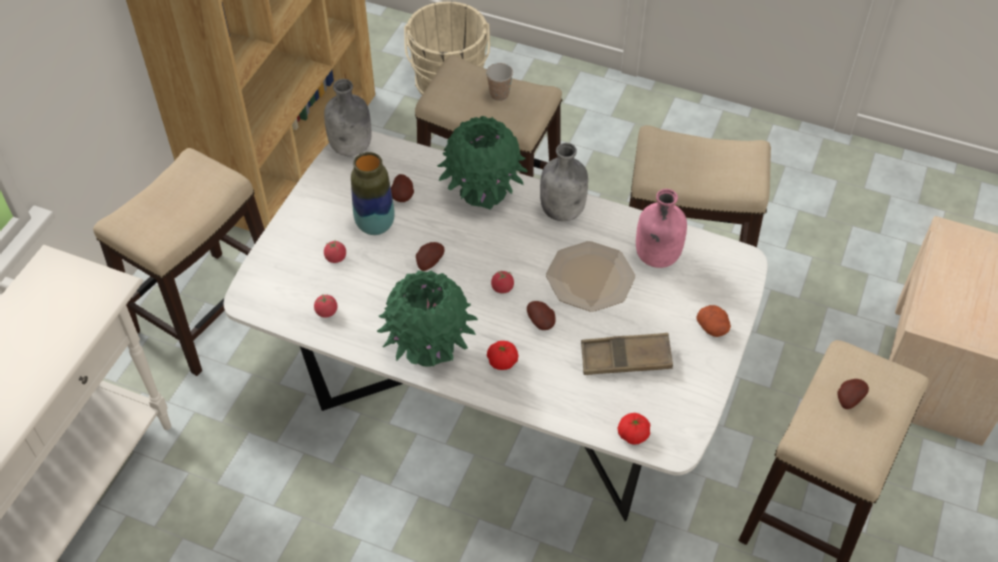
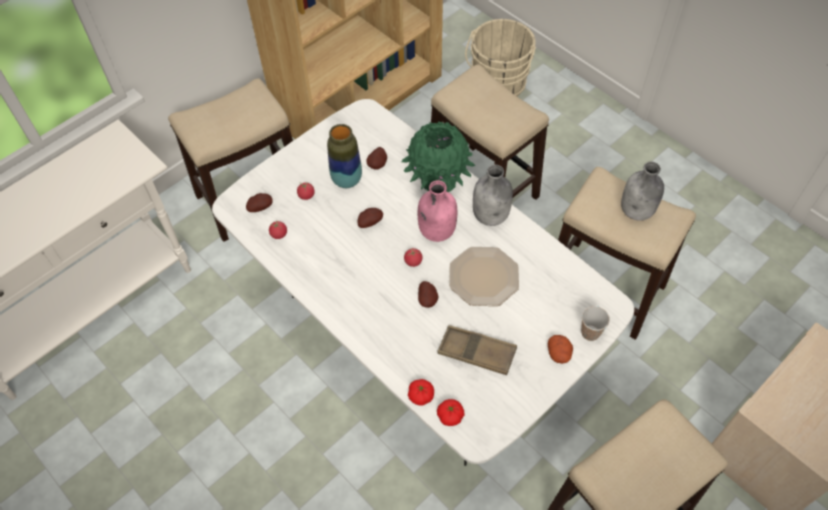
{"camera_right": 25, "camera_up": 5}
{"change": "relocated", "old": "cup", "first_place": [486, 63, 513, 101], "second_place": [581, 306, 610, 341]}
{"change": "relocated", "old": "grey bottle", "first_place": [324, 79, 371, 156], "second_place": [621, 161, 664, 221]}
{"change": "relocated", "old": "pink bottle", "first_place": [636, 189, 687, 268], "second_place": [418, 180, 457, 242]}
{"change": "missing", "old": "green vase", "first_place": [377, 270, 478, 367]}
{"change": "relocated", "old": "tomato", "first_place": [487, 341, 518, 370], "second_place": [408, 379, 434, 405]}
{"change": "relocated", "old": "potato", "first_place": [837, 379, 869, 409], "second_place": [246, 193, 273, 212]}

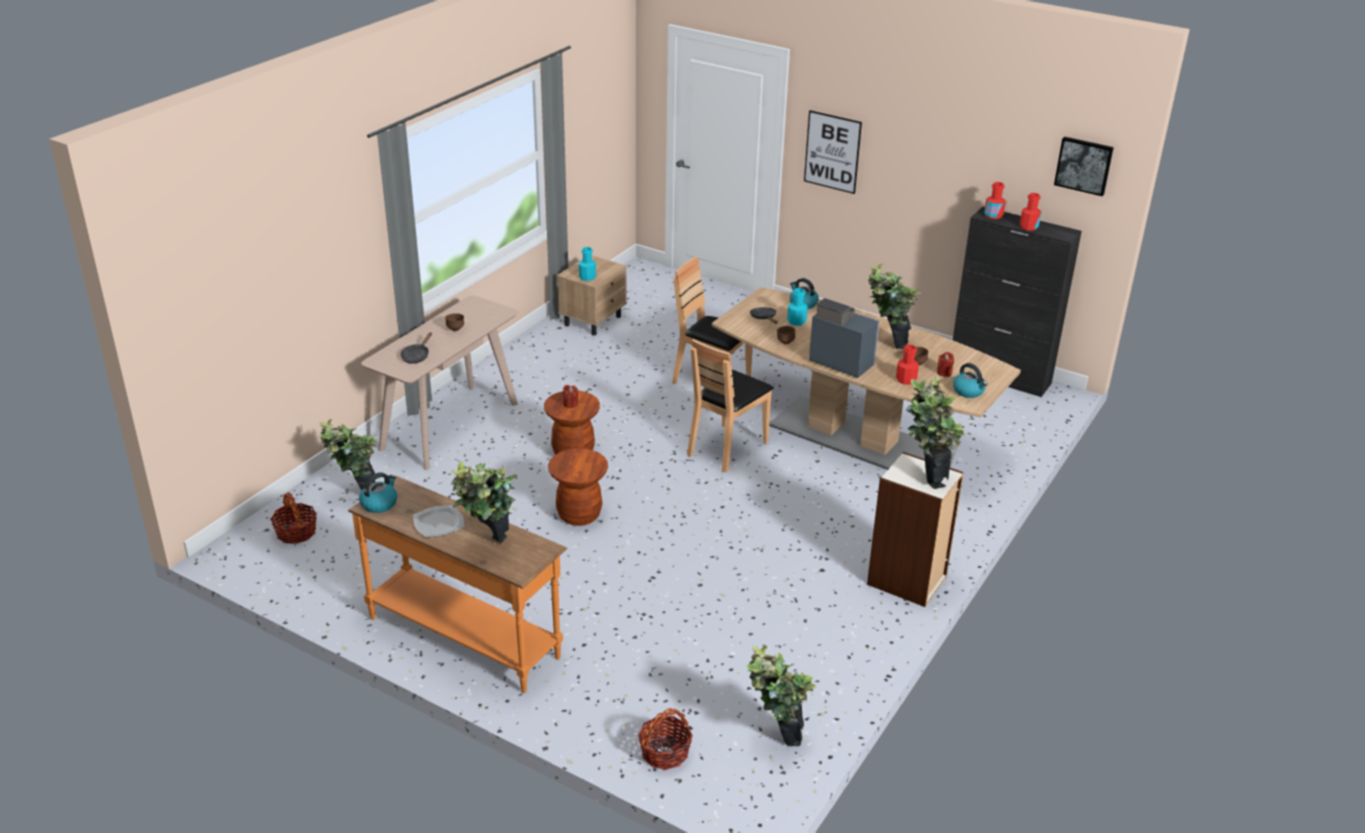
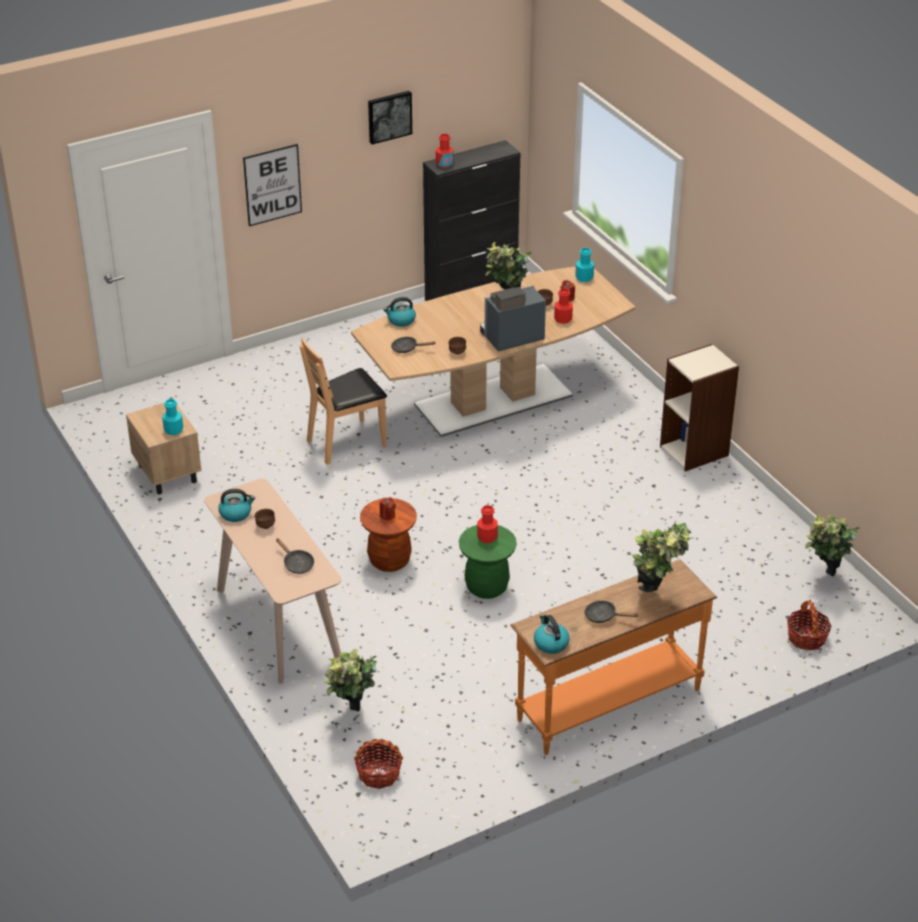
{"camera_right": -60, "camera_up": 5}
{"change": "relocated", "old": "picture", "first_place": [1054, 137, 1114, 196], "second_place": [368, 91, 412, 144]}
{"change": "relocated", "old": "red bottle", "first_place": [1020, 193, 1041, 231], "second_place": [477, 505, 498, 543]}
{"change": "relocated", "old": "turquoise bottle", "first_place": [787, 288, 808, 326], "second_place": [575, 248, 594, 282]}
{"change": "missing", "old": "brown chair", "first_place": [687, 339, 774, 472]}
{"change": "relocated", "old": "kettle", "first_place": [953, 363, 988, 398], "second_place": [218, 489, 255, 522]}
{"change": "missing", "old": "potted plant", "first_place": [906, 376, 965, 489]}
{"change": "colour", "old": "brown stool", "new": "green stool", "first_place": [548, 448, 608, 526], "second_place": [459, 525, 517, 599]}
{"change": "exchanged", "old": "plate", "new": "black frying pan", "first_place": [413, 505, 464, 537], "second_place": [584, 600, 639, 623]}

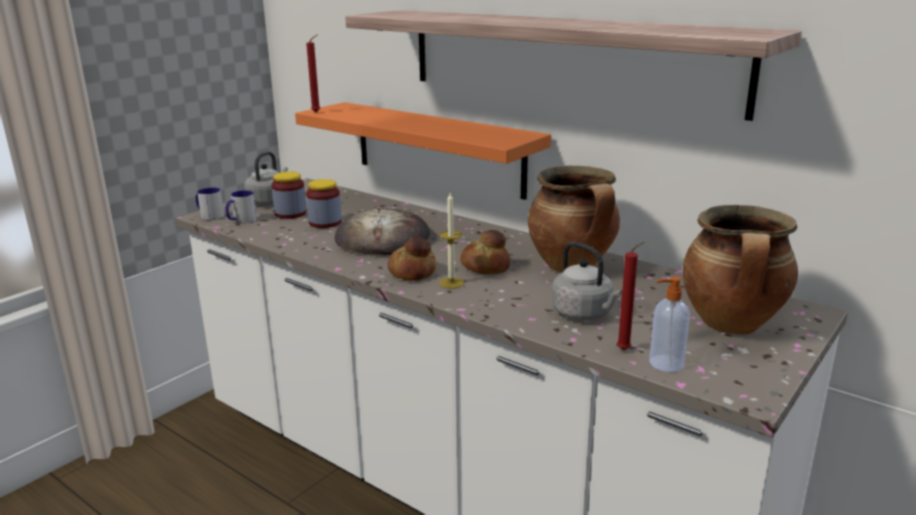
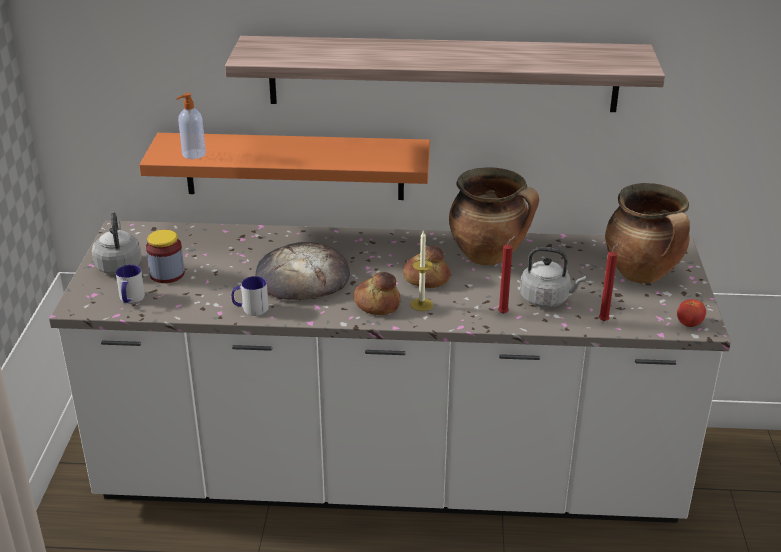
{"camera_right": -35, "camera_up": 10}
{"change": "relocated", "old": "red candle", "first_place": [306, 35, 320, 112], "second_place": [498, 236, 516, 314]}
{"change": "missing", "old": "jar", "first_place": [306, 179, 342, 228]}
{"change": "relocated", "old": "mug", "first_place": [196, 187, 224, 220], "second_place": [231, 276, 269, 316]}
{"change": "relocated", "old": "soap dispenser", "first_place": [649, 277, 690, 372], "second_place": [176, 93, 206, 159]}
{"change": "appeared", "new": "tomato", "second_place": [677, 299, 706, 327]}

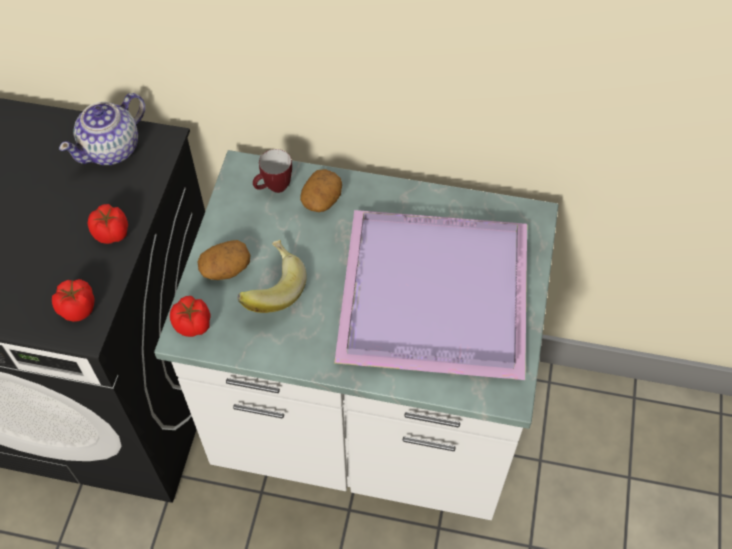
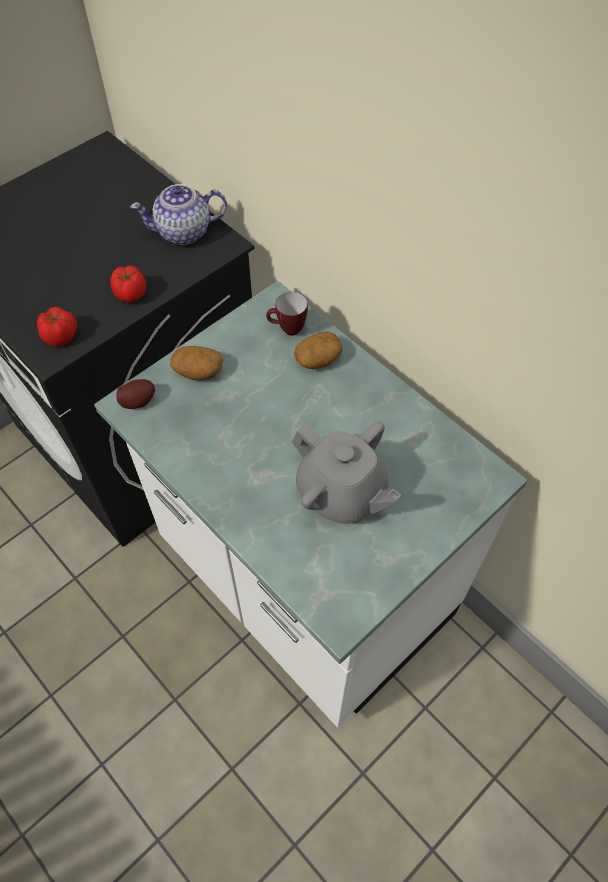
{"camera_right": 35, "camera_up": 0}
{"change": "exchanged", "old": "purple tray", "new": "grey teapot", "first_place": [334, 210, 527, 380], "second_place": [292, 422, 401, 524]}
{"change": "missing", "old": "banana", "first_place": [237, 240, 307, 313]}
{"change": "exchanged", "old": "tomato", "new": "potato", "first_place": [170, 296, 211, 337], "second_place": [116, 379, 155, 409]}

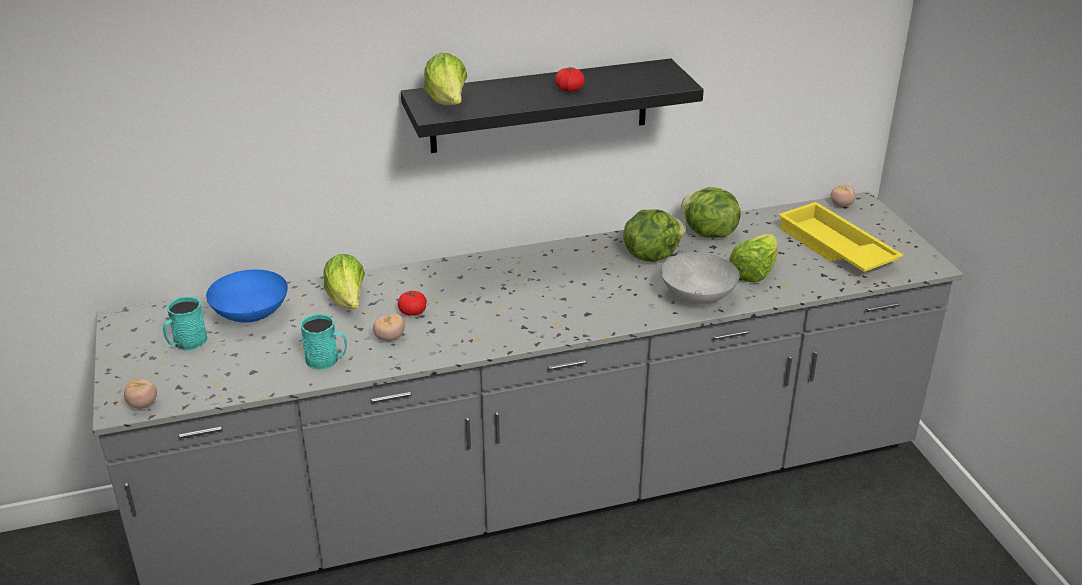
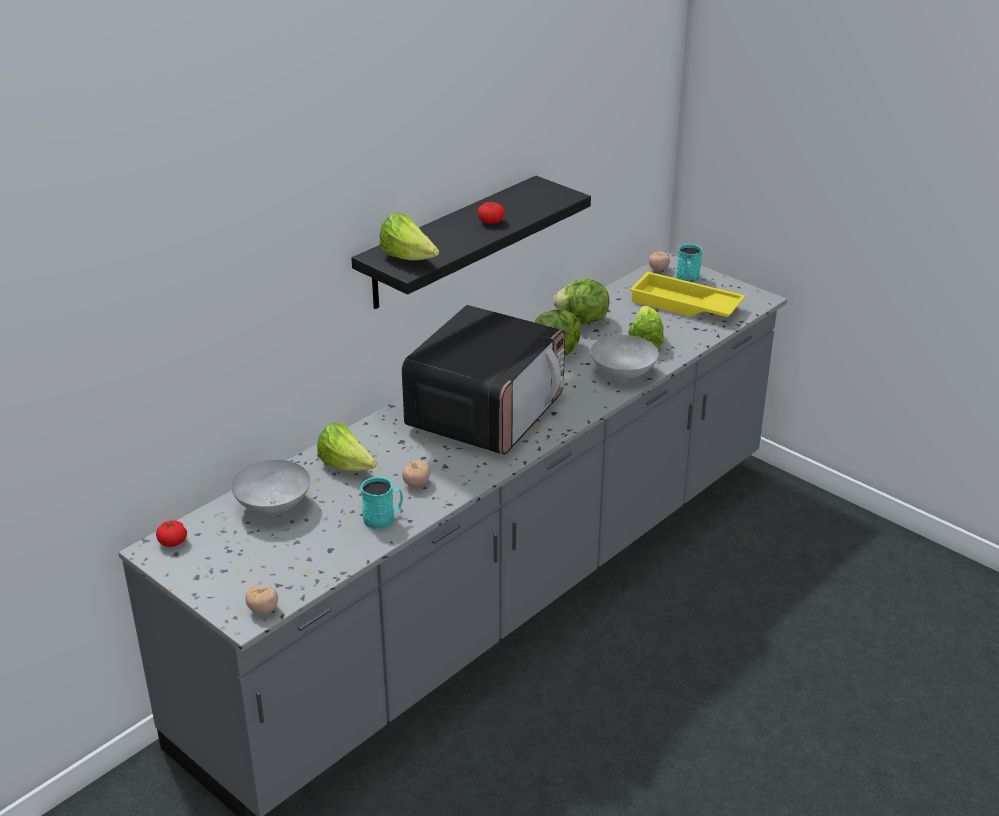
{"camera_right": -30, "camera_up": 0}
{"change": "colour", "old": "blue bowl", "new": "grey bowl", "first_place": [206, 269, 288, 323], "second_place": [231, 460, 310, 514]}
{"change": "relocated", "old": "tomato", "first_place": [398, 291, 427, 316], "second_place": [156, 520, 187, 547]}
{"change": "relocated", "old": "turquoise mug", "first_place": [163, 297, 207, 351], "second_place": [676, 244, 702, 283]}
{"change": "appeared", "new": "microwave", "second_place": [402, 305, 565, 455]}

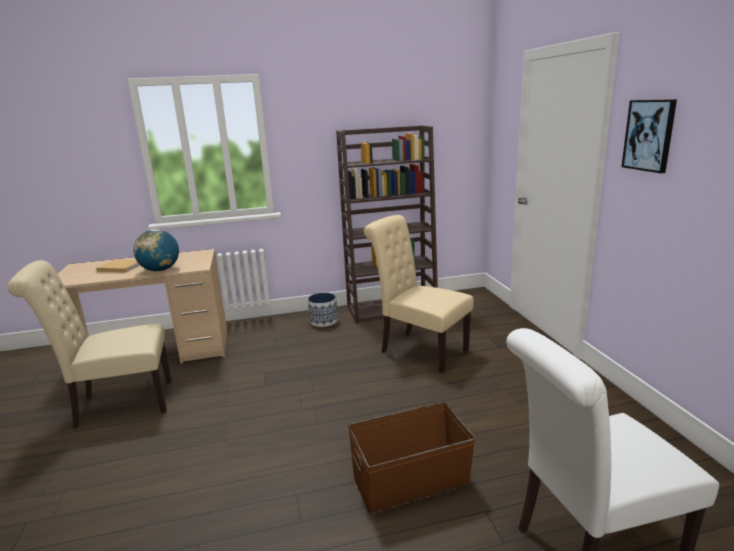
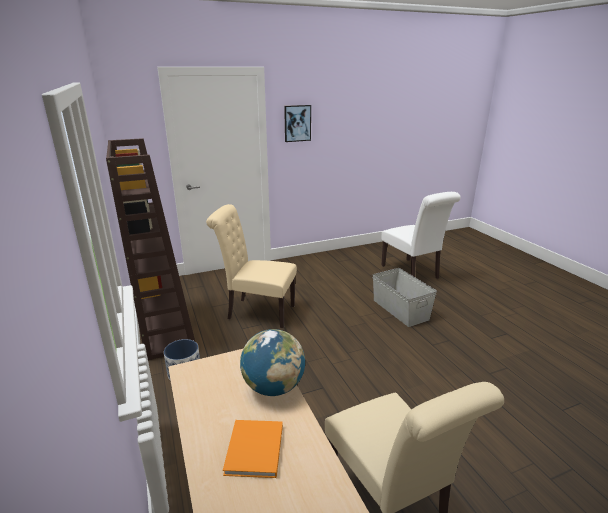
{"camera_right": -100, "camera_up": 5}
{"change": "spun", "old": "beige chair", "first_place": [364, 215, 474, 373], "second_place": [206, 204, 297, 328], "degrees": 75}
{"change": "colour", "old": "beige book", "new": "orange book", "first_place": [96, 259, 140, 273], "second_place": [223, 420, 283, 478]}
{"change": "colour", "old": "brown storage box", "new": "grey storage box", "first_place": [348, 402, 475, 513], "second_place": [373, 268, 437, 327]}

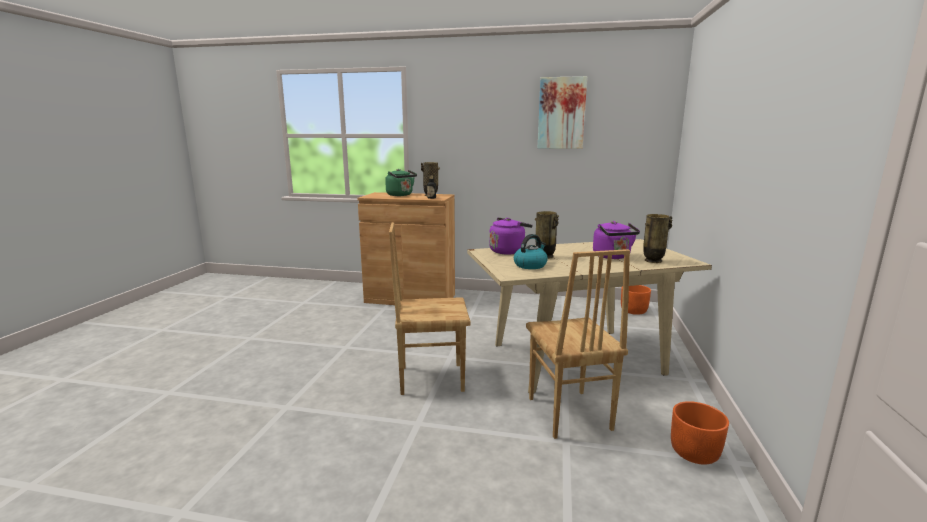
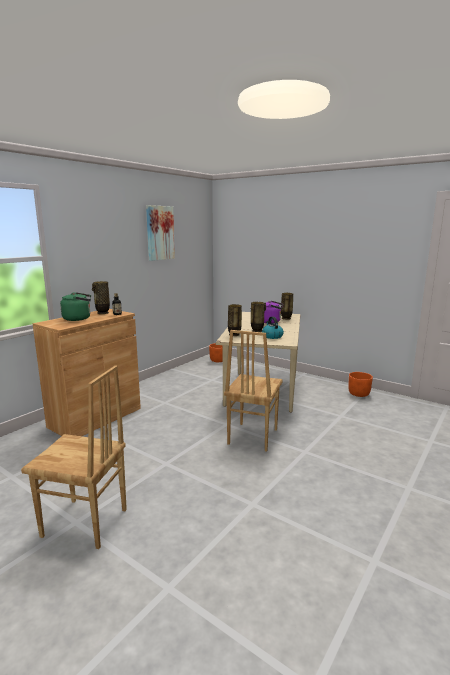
{"camera_right": -65, "camera_up": 0}
{"change": "exchanged", "old": "purple kettle", "new": "vase", "first_place": [489, 218, 533, 255], "second_place": [228, 304, 242, 336]}
{"change": "relocated", "old": "brown chair", "first_place": [526, 249, 630, 439], "second_place": [21, 365, 127, 549]}

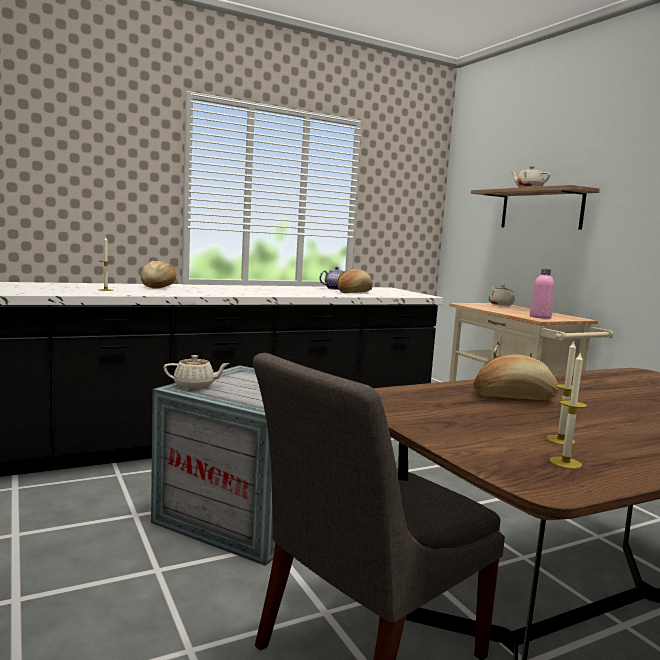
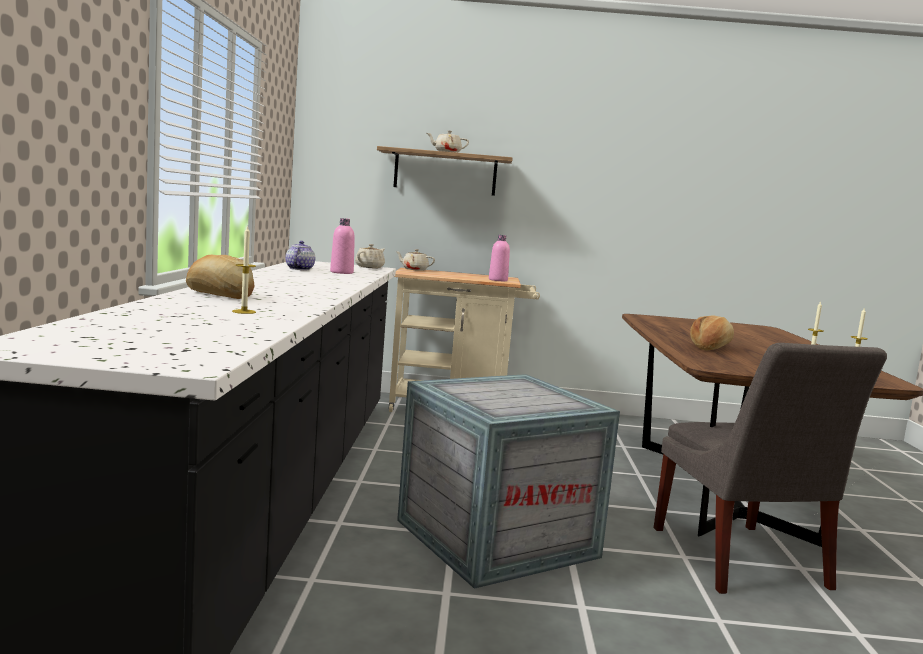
{"camera_right": -60, "camera_up": 0}
{"change": "exchanged", "old": "bread", "new": "pink bottle", "first_place": [338, 269, 373, 293], "second_place": [330, 218, 355, 274]}
{"change": "relocated", "old": "beige teapot", "first_place": [163, 355, 230, 389], "second_place": [355, 244, 385, 268]}

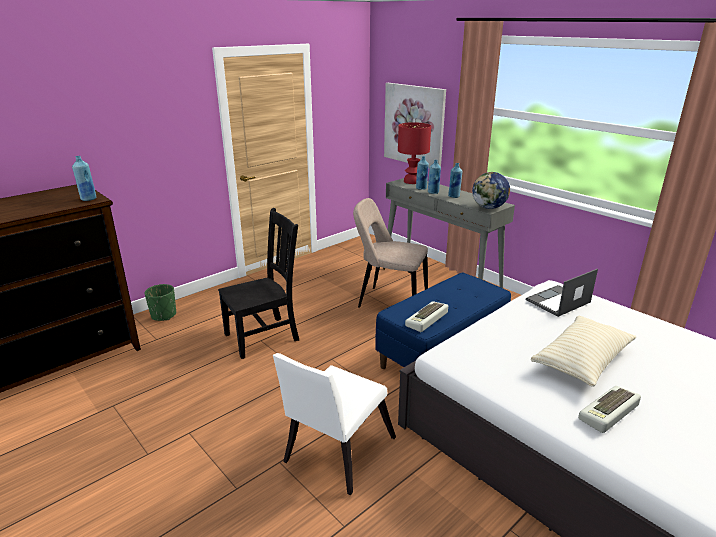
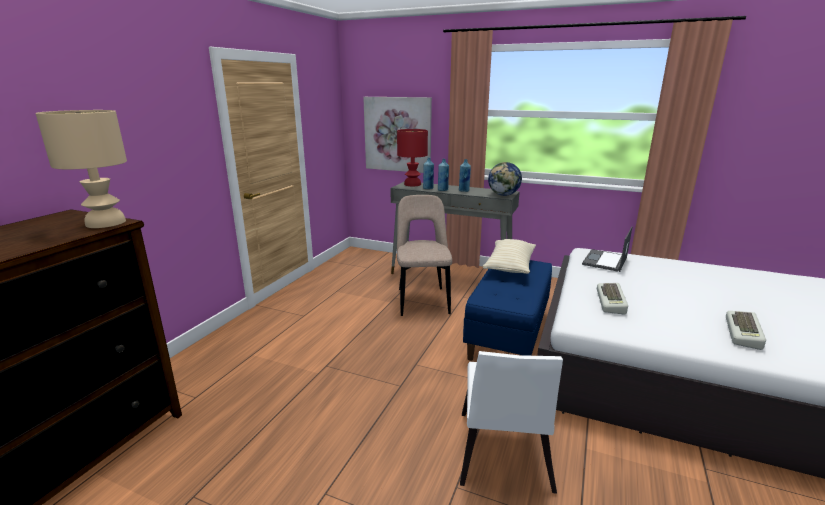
{"camera_right": -25, "camera_up": -5}
{"change": "exchanged", "old": "blue bottle", "new": "beige table lamp", "first_place": [72, 156, 96, 201], "second_place": [35, 110, 127, 228]}
{"change": "spun", "old": "beige chair", "first_place": [353, 198, 428, 308], "second_place": [397, 195, 452, 316], "degrees": 90}
{"change": "missing", "old": "black chair", "first_place": [218, 208, 300, 359]}
{"change": "missing", "old": "green planter", "first_place": [145, 284, 176, 321]}
{"change": "relocated", "old": "keyboard", "first_place": [405, 301, 448, 332], "second_place": [597, 283, 628, 315]}
{"change": "relocated", "old": "beige pillow", "first_place": [531, 316, 636, 387], "second_place": [483, 239, 536, 274]}

